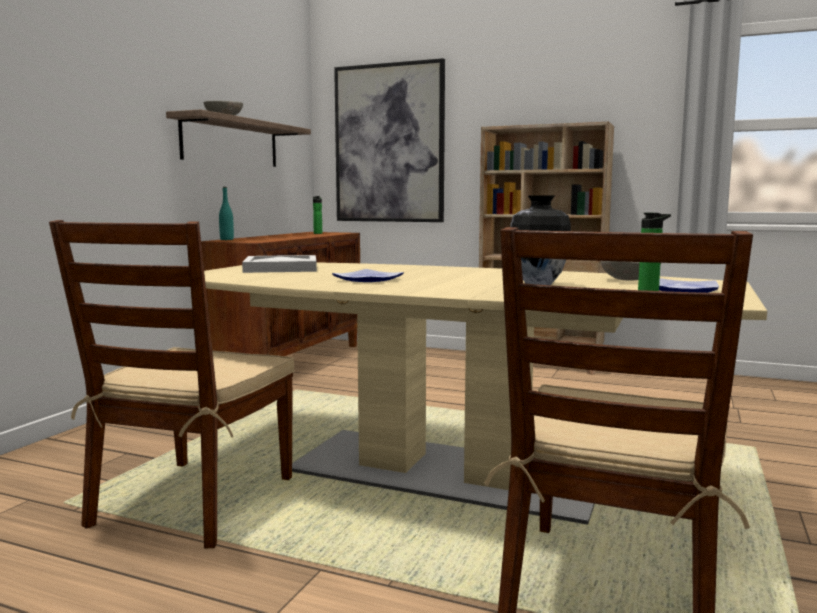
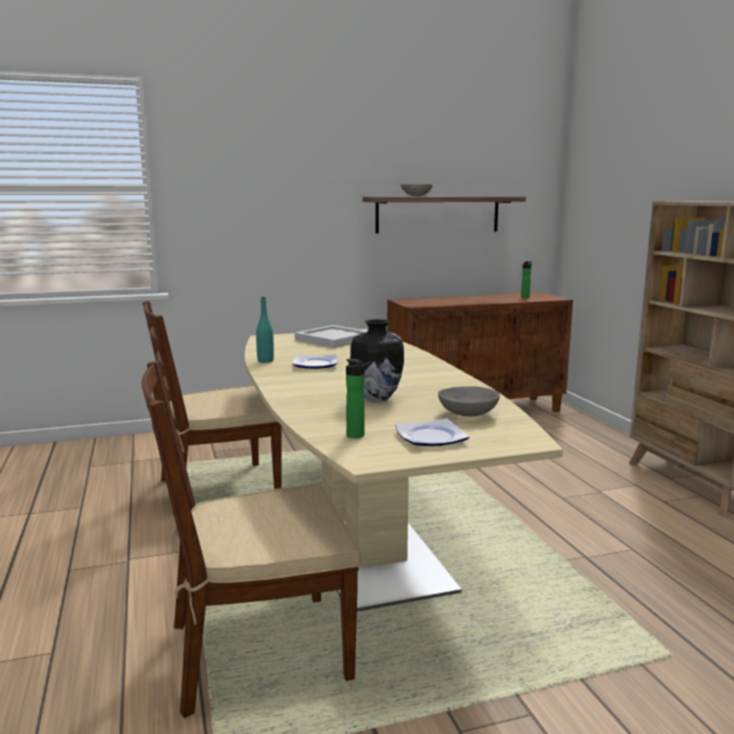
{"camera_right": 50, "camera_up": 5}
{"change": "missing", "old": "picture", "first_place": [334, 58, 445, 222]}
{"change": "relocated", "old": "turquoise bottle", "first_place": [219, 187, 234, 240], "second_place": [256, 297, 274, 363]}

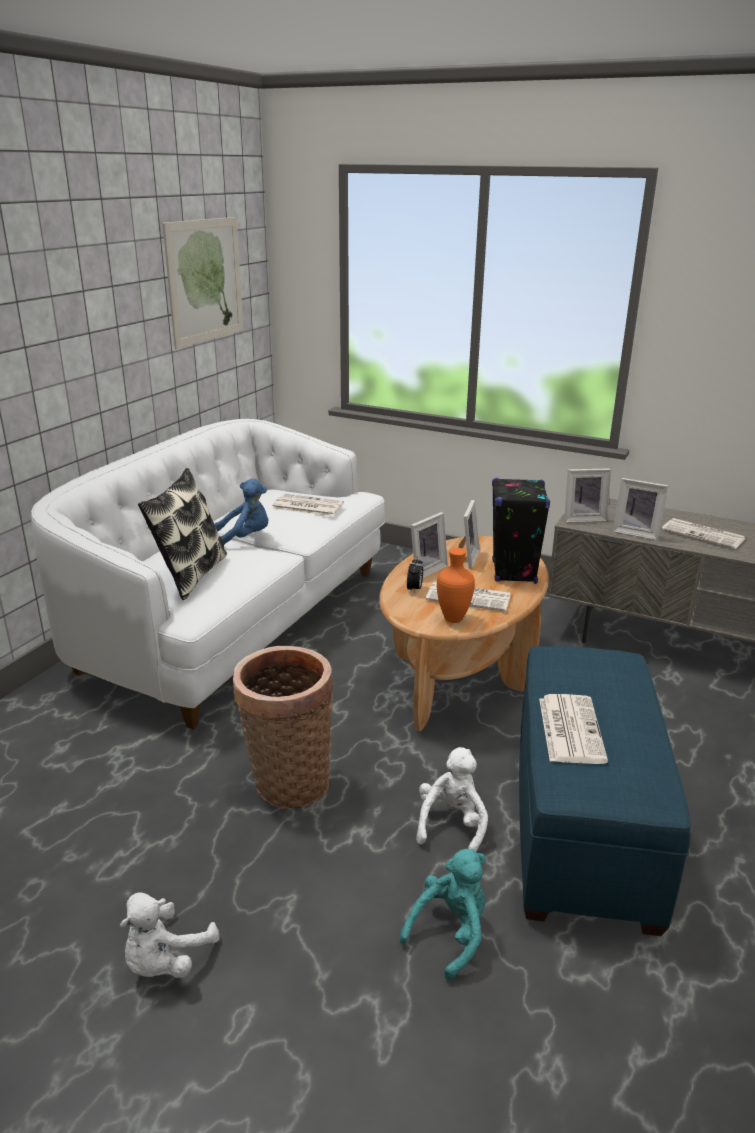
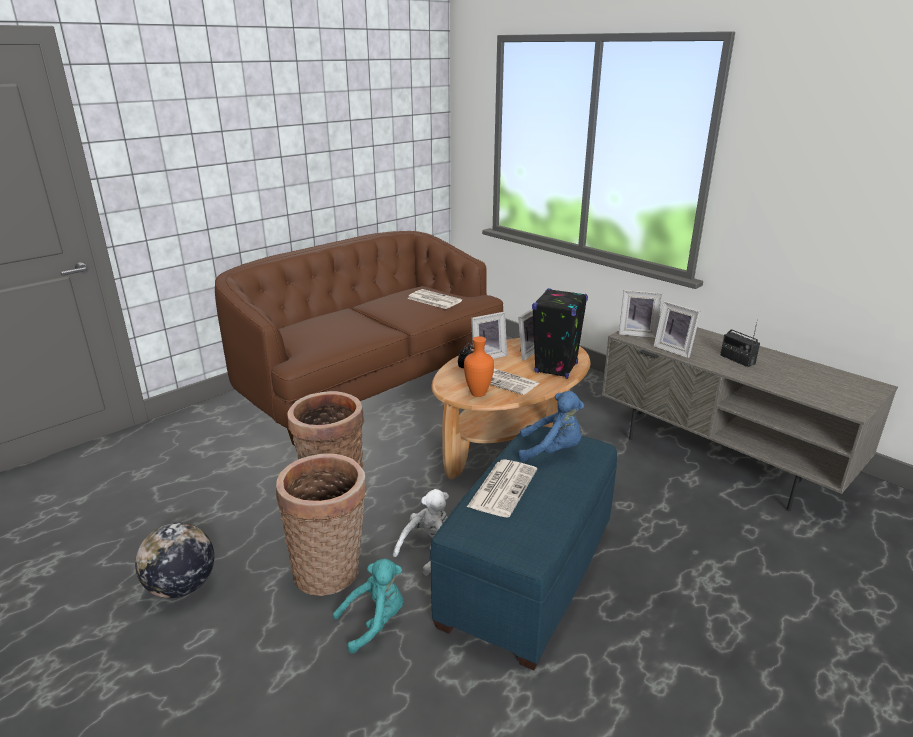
{"camera_right": 20, "camera_up": 0}
{"change": "missing", "old": "picture", "first_place": [163, 217, 244, 349]}
{"change": "colour", "old": "white sofa", "new": "brown sofa", "first_place": [31, 419, 385, 729], "second_place": [215, 231, 503, 446]}
{"change": "missing", "old": "pillow", "first_place": [138, 468, 227, 600]}
{"change": "relocated", "old": "blue plush toy", "first_place": [214, 479, 269, 544], "second_place": [518, 391, 584, 462]}
{"change": "exchanged", "old": "newspaper", "new": "radio", "first_place": [661, 518, 746, 549], "second_place": [720, 320, 760, 367]}
{"change": "exchanged", "old": "white plush toy", "new": "globe", "first_place": [120, 892, 219, 978], "second_place": [135, 522, 214, 598]}
{"change": "appeared", "new": "basket", "second_place": [276, 453, 367, 596]}

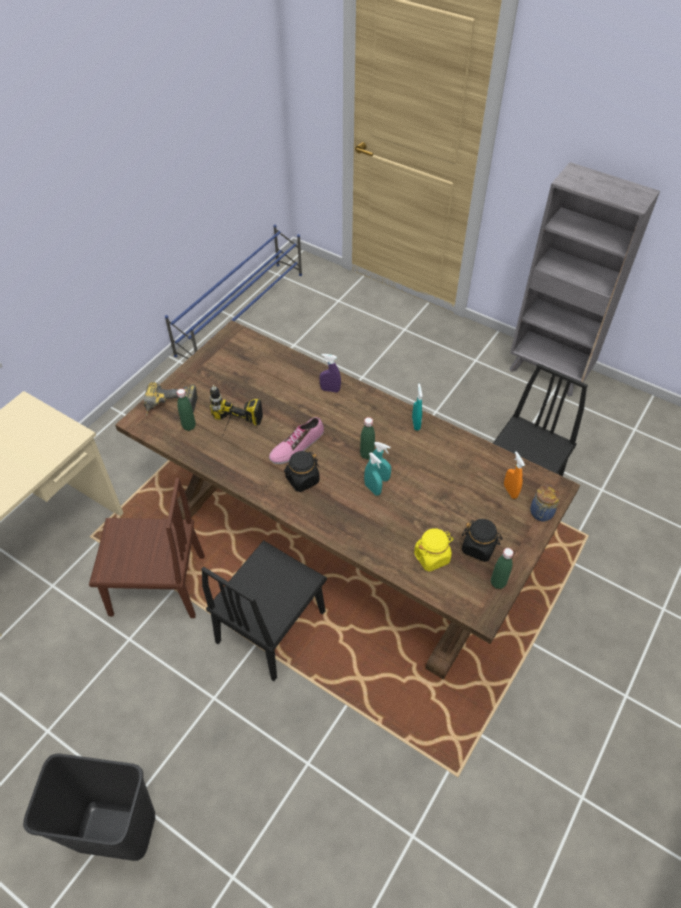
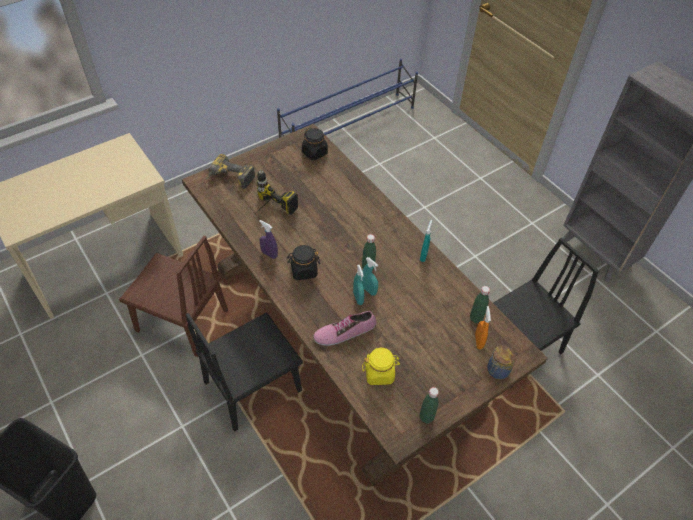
{"camera_right": 20, "camera_up": 0}
{"change": "relocated", "old": "purple spray bottle", "first_place": [319, 354, 341, 393], "second_place": [259, 220, 278, 259]}
{"change": "relocated", "old": "green bottle", "first_place": [177, 389, 196, 431], "second_place": [470, 286, 490, 323]}
{"change": "relocated", "old": "shoe", "first_place": [269, 417, 324, 464], "second_place": [313, 311, 376, 346]}
{"change": "relocated", "old": "black jar", "first_place": [462, 519, 503, 562], "second_place": [302, 128, 328, 160]}

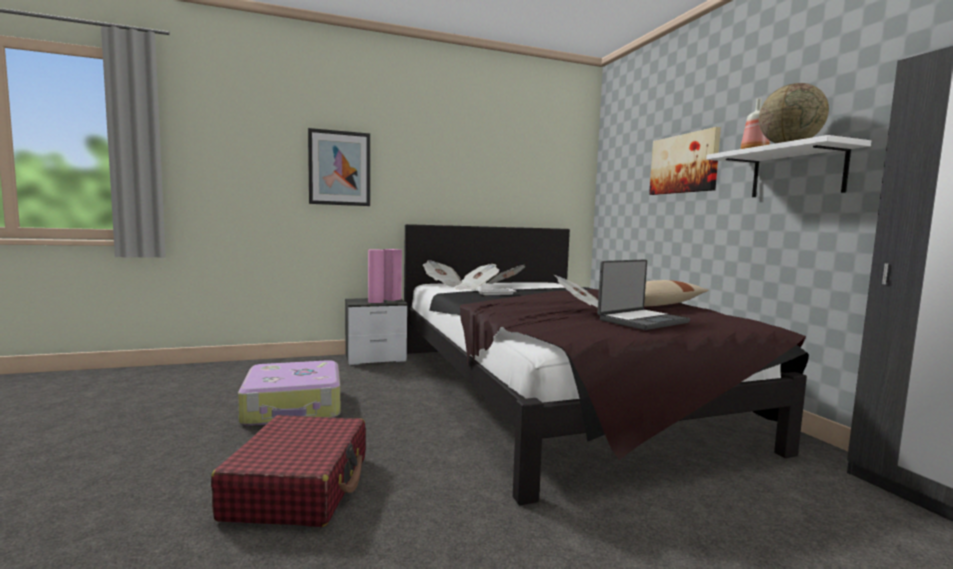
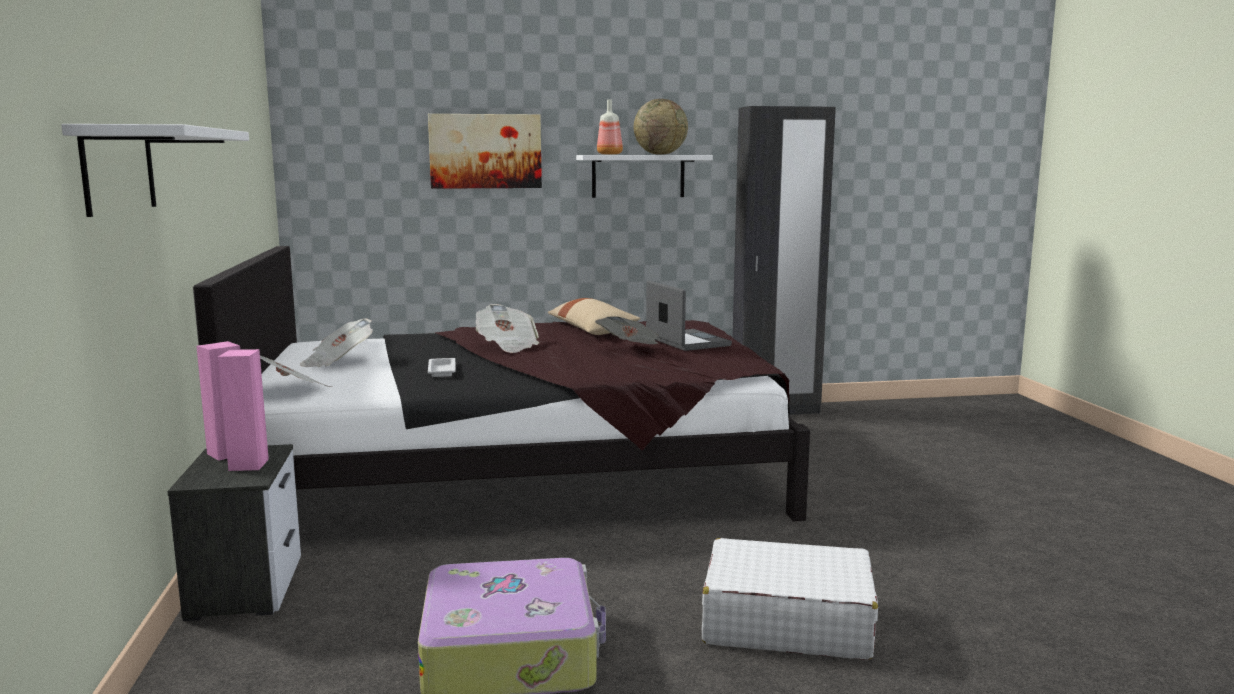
{"camera_right": -80, "camera_up": 5}
{"change": "exchanged", "old": "picture", "new": "white shelf", "first_place": [308, 128, 370, 206], "second_place": [61, 124, 249, 217]}
{"change": "relocated", "old": "newspaper", "first_place": [455, 264, 499, 290], "second_place": [475, 304, 539, 353]}
{"change": "colour", "old": "red suitcase", "new": "white suitcase", "first_place": [211, 415, 366, 527], "second_place": [702, 538, 878, 660]}

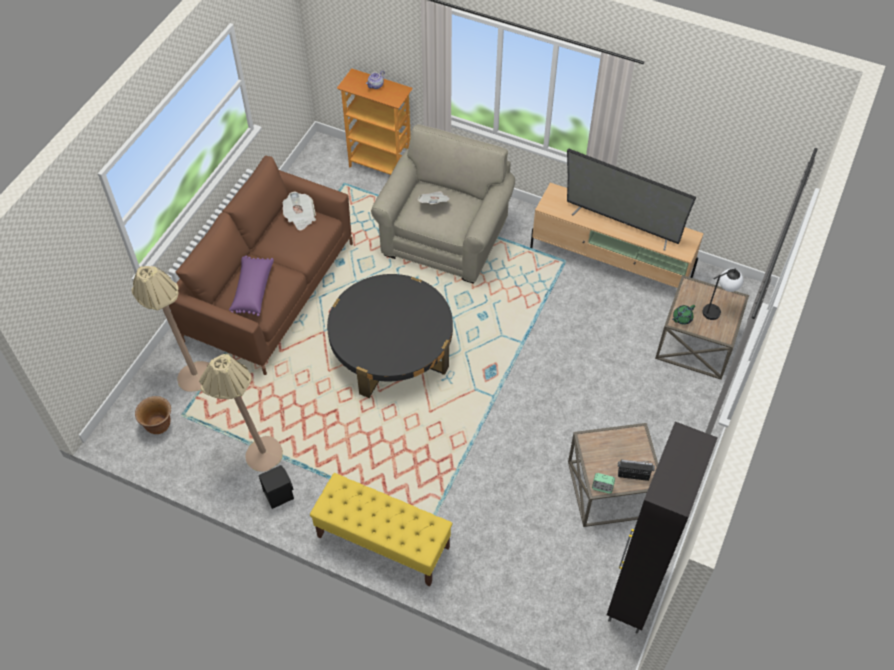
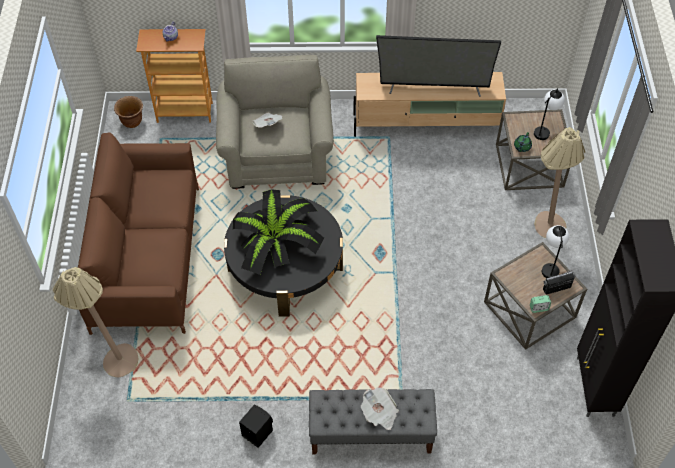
{"camera_right": -25, "camera_up": 0}
{"change": "relocated", "old": "newspaper", "first_place": [283, 191, 316, 231], "second_place": [361, 387, 399, 430]}
{"change": "missing", "old": "purple pillow", "first_place": [229, 255, 274, 316]}
{"change": "relocated", "old": "beige floor lamp", "first_place": [199, 354, 283, 472], "second_place": [534, 127, 585, 238]}
{"change": "relocated", "old": "brown planter", "first_place": [135, 396, 171, 434], "second_place": [114, 96, 143, 128]}
{"change": "colour", "old": "yellow bench", "new": "grey bench", "first_place": [310, 473, 453, 586], "second_place": [309, 389, 437, 455]}
{"change": "appeared", "new": "potted plant", "second_place": [233, 189, 324, 275]}
{"change": "appeared", "new": "table lamp", "second_place": [542, 225, 569, 278]}

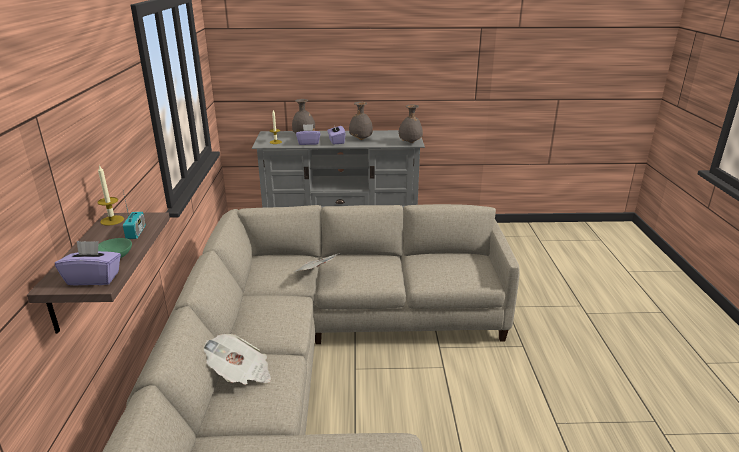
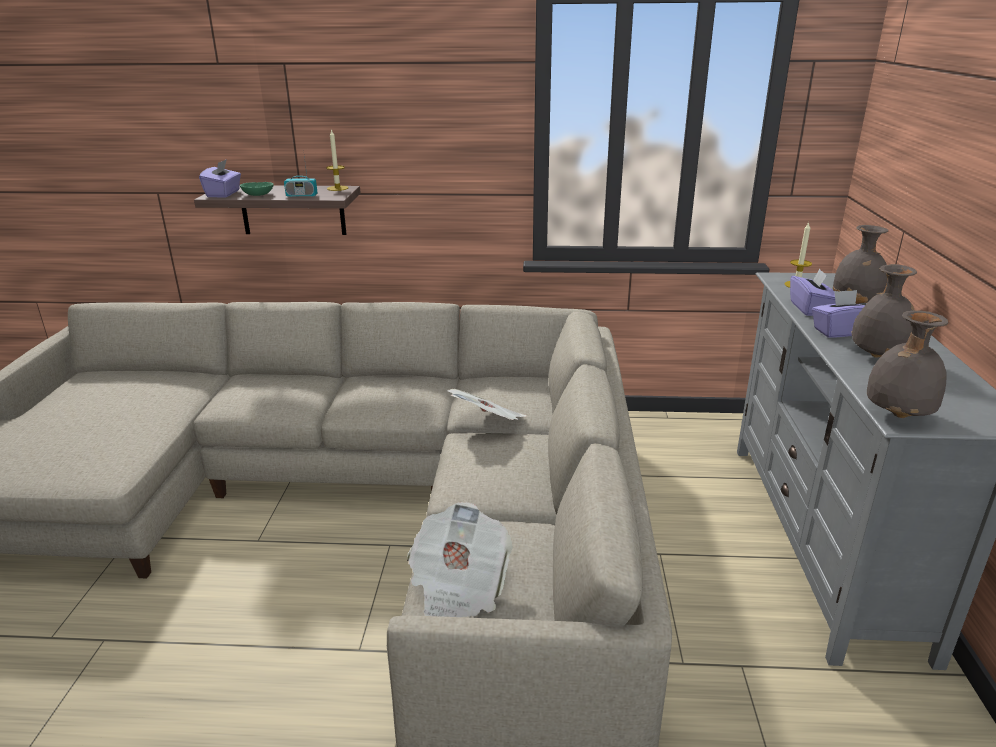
{"camera_right": 95, "camera_up": 0}
{"change": "relocated", "old": "newspaper", "first_place": [204, 334, 271, 385], "second_place": [407, 502, 513, 617]}

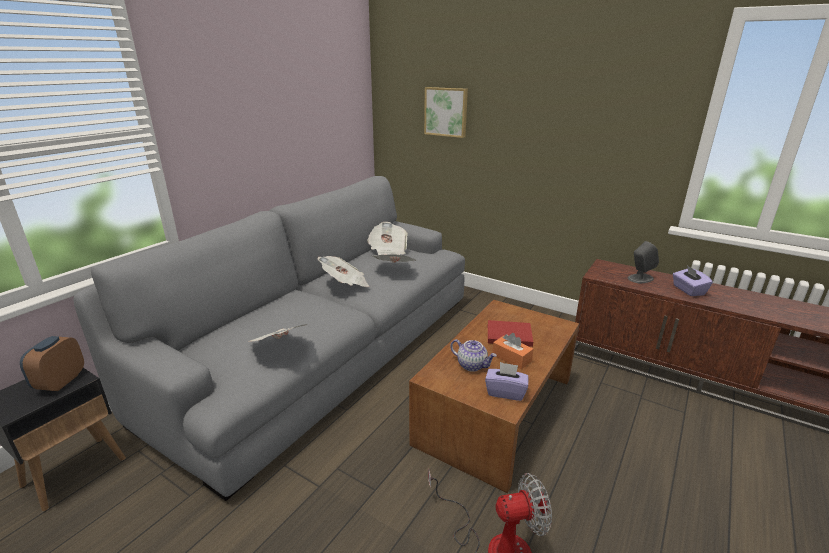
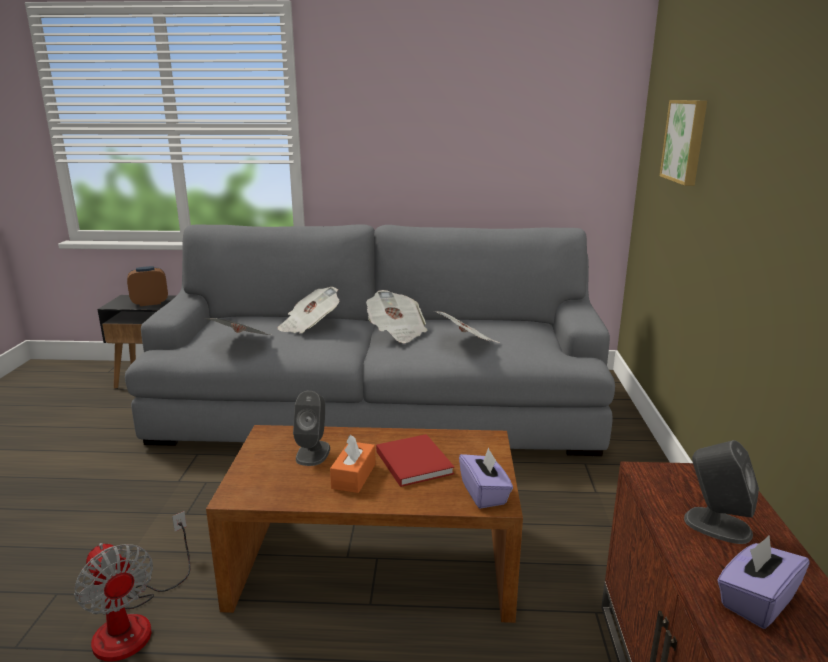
{"camera_right": 60, "camera_up": -5}
{"change": "relocated", "old": "newspaper", "first_place": [367, 222, 408, 255], "second_place": [278, 287, 340, 333]}
{"change": "exchanged", "old": "teapot", "new": "grey speaker", "first_place": [450, 339, 497, 372], "second_place": [293, 391, 330, 466]}
{"change": "relocated", "old": "purple tissue box", "first_place": [485, 362, 528, 401], "second_place": [459, 447, 513, 509]}

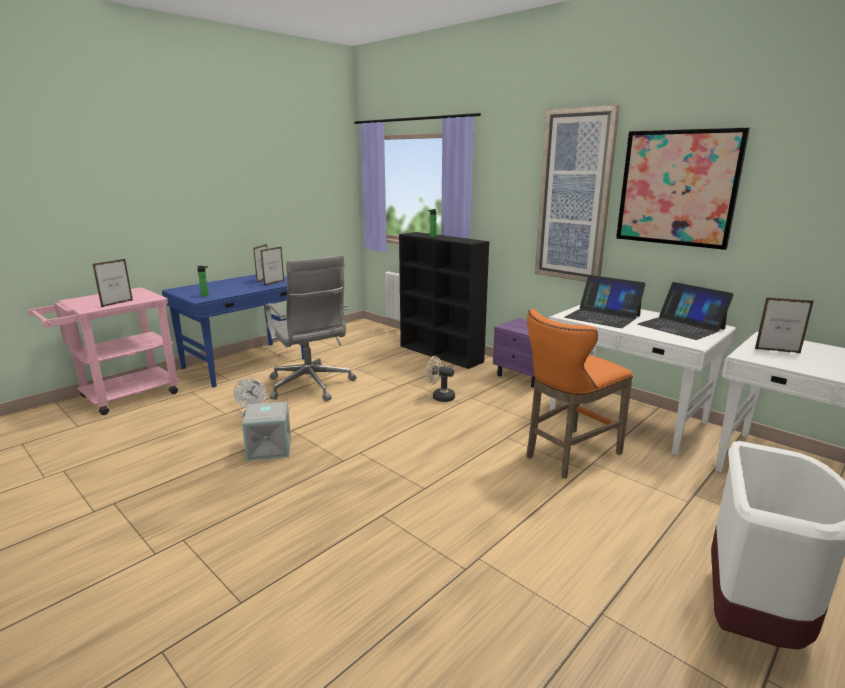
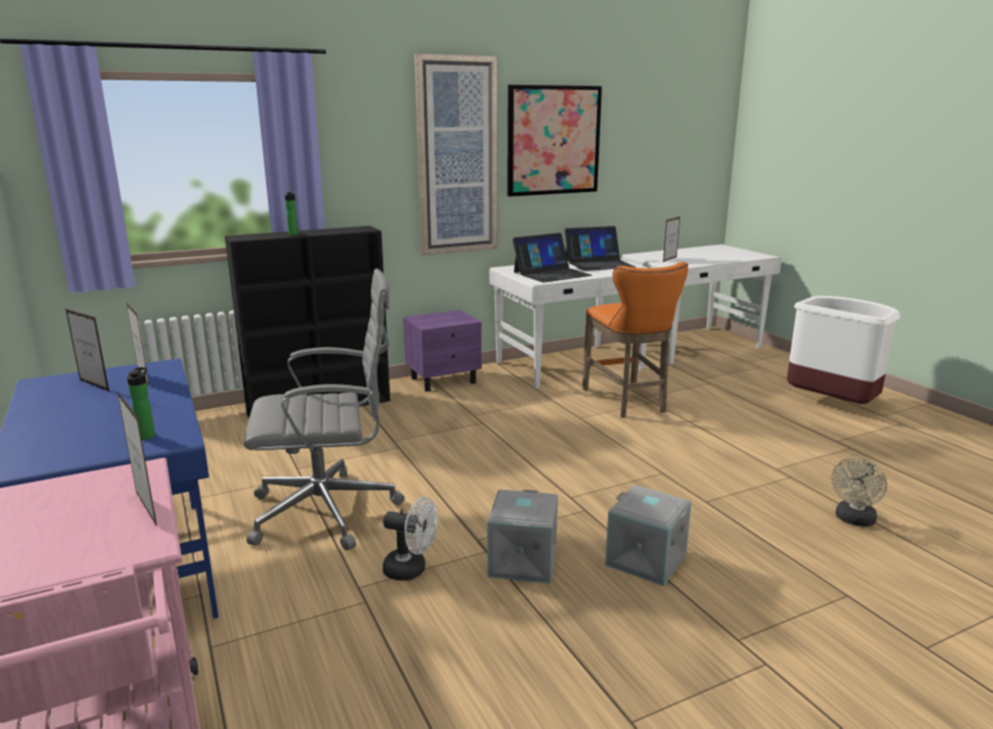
{"camera_right": -70, "camera_up": 0}
{"change": "relocated", "old": "beige fan", "first_place": [426, 356, 455, 402], "second_place": [831, 457, 887, 527]}
{"change": "appeared", "new": "grey storage box", "second_place": [605, 485, 692, 586]}

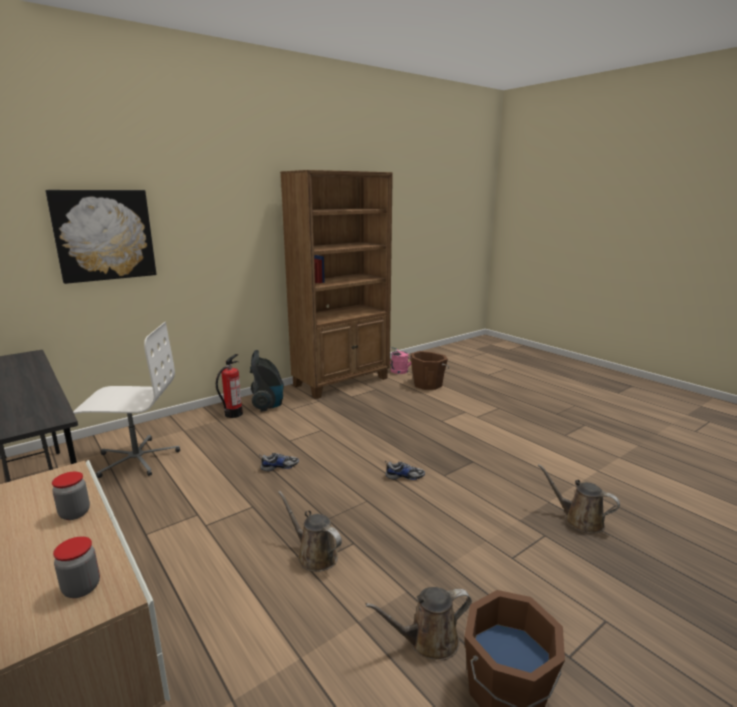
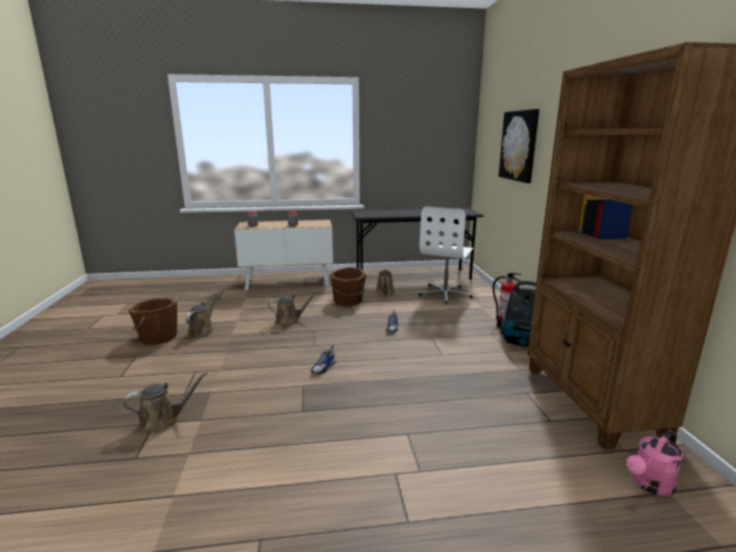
{"camera_right": 120, "camera_up": 0}
{"change": "relocated", "old": "brown bucket", "first_place": [411, 351, 449, 390], "second_place": [328, 267, 368, 306]}
{"change": "appeared", "new": "brown watering can", "second_place": [376, 269, 395, 296]}

